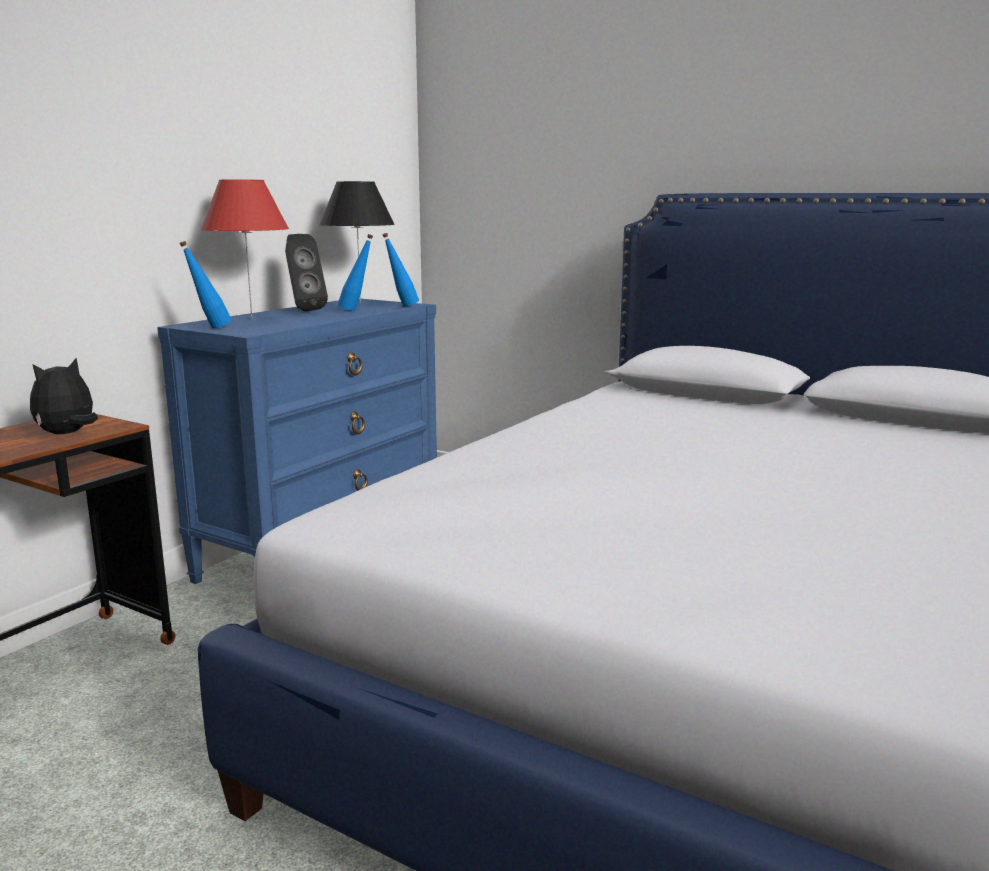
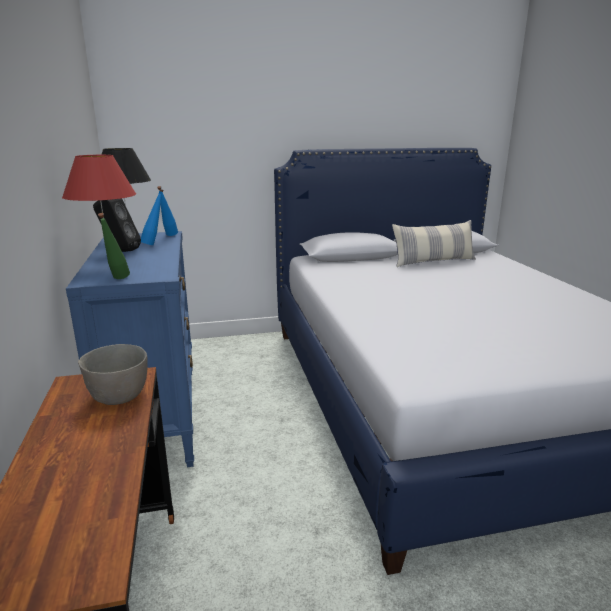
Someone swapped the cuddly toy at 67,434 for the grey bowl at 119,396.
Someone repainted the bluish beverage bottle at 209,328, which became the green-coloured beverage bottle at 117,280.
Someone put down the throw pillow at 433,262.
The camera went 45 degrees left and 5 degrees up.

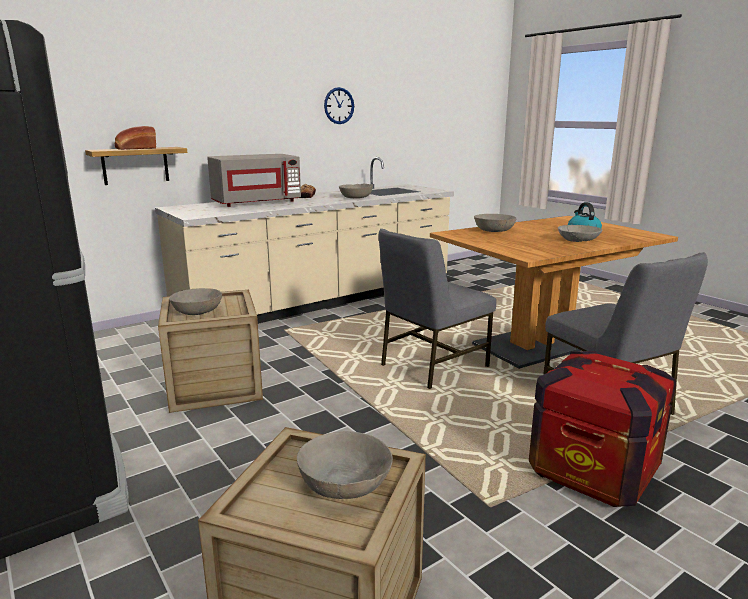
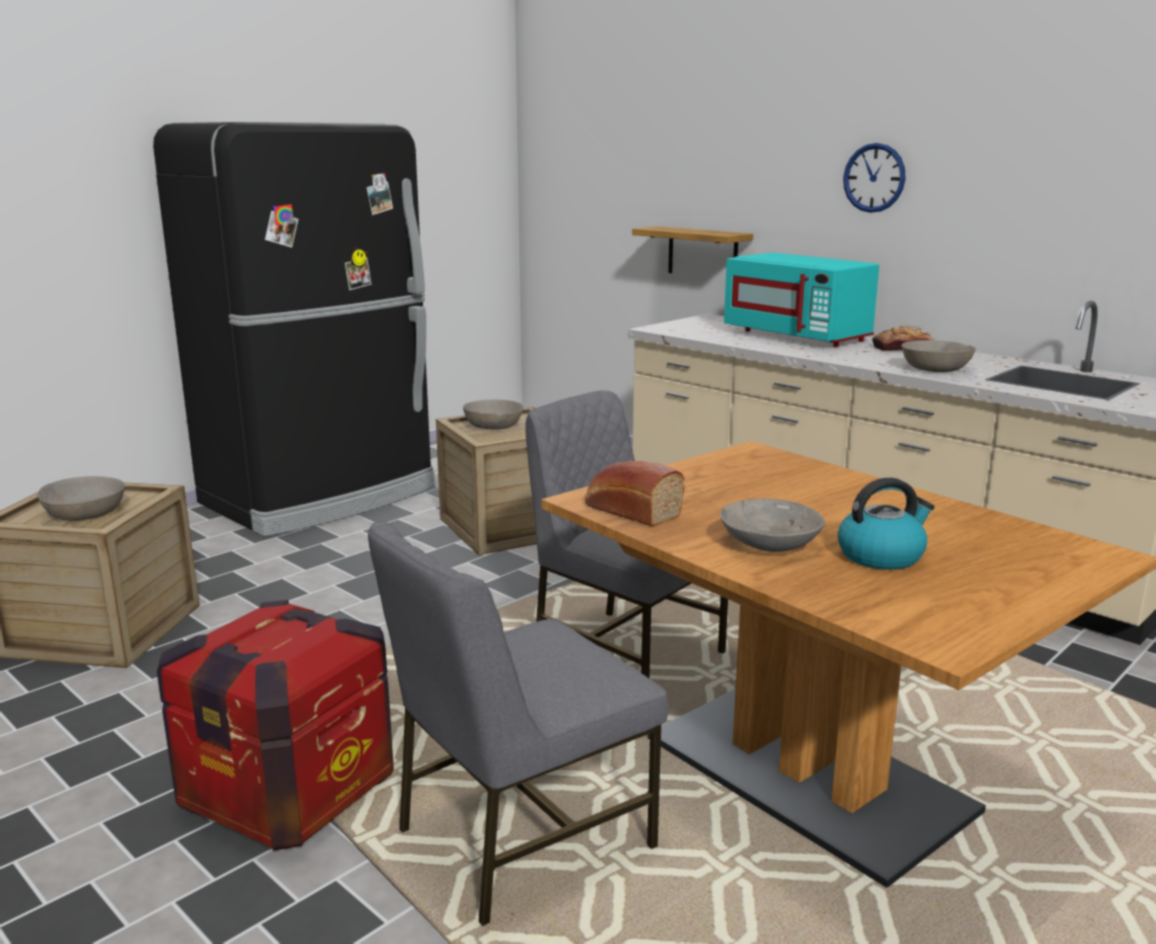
Someone carried the bread from 135,148 to 630,511.
Someone repainted the grey microwave at 256,202, which became the turquoise-coloured microwave at 797,336.
Someone carried the clock on the wall from 339,106 to 874,178.
Someone took away the grey bowl at 494,230.
The camera went 80 degrees right and 0 degrees up.

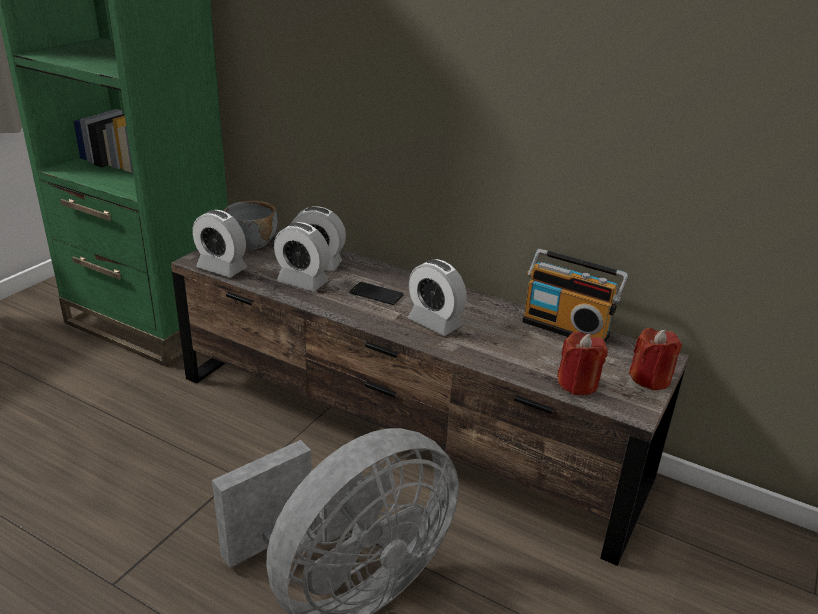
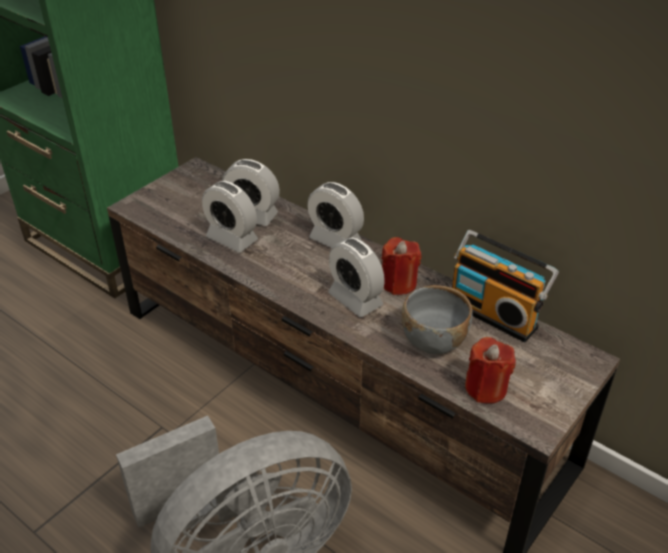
Someone carried the bedside clock from 221,268 to 335,240.
Someone carried the grey bowl from 252,243 to 434,340.
Someone took away the phone at 376,294.
Someone carried the reddish candle from 650,379 to 398,283.
The camera went 10 degrees right and 10 degrees up.

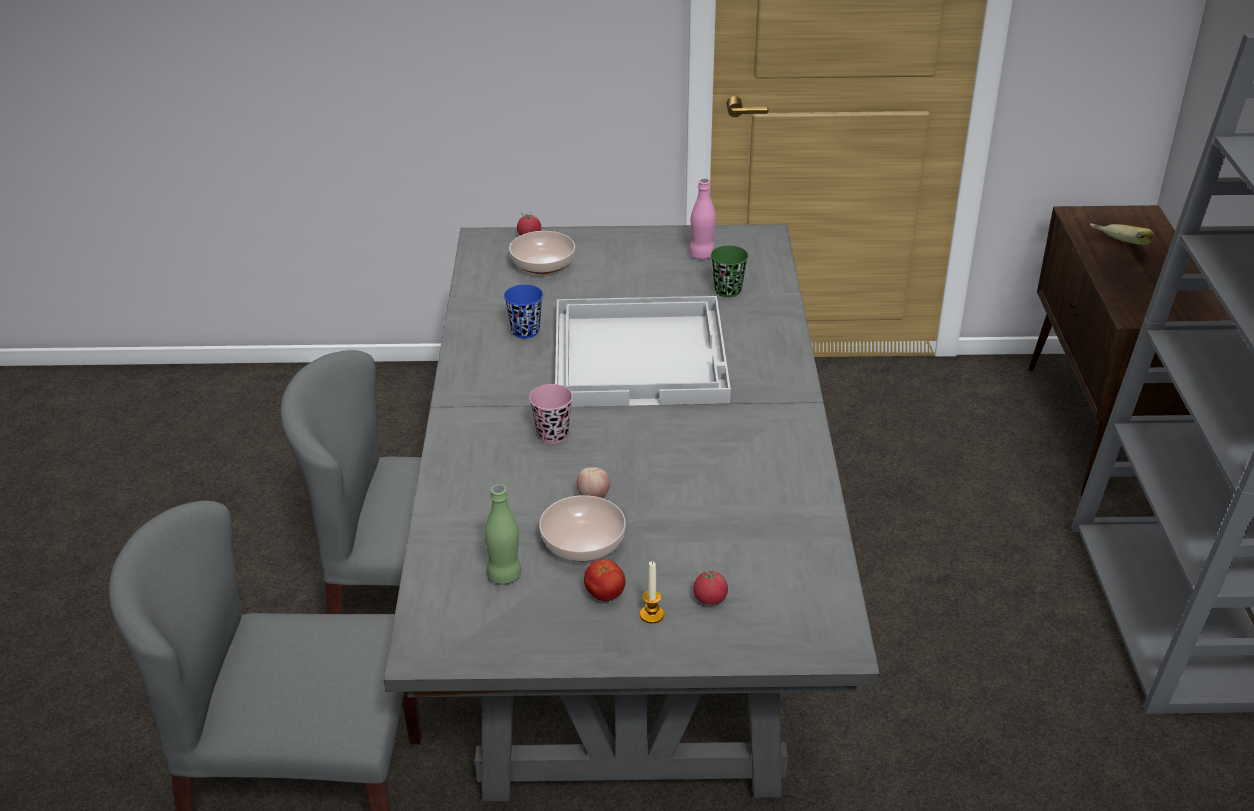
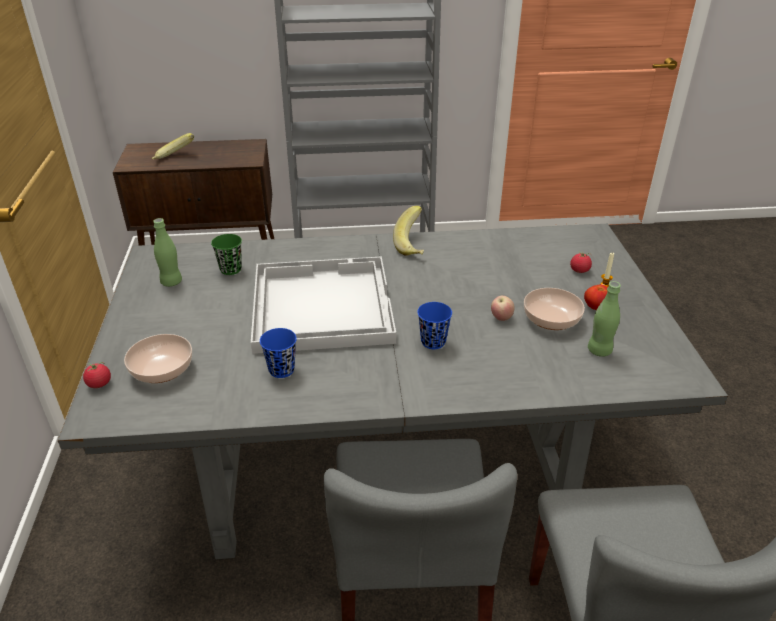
Someone repainted the pink-coloured small cup at 552,435, which became the bluish small cup at 433,342.
Someone repainted the pink-coloured beverage bottle at 701,255, which became the green-coloured beverage bottle at 171,282.
Someone put down the banana at 414,245.
The camera went 95 degrees left and 0 degrees up.

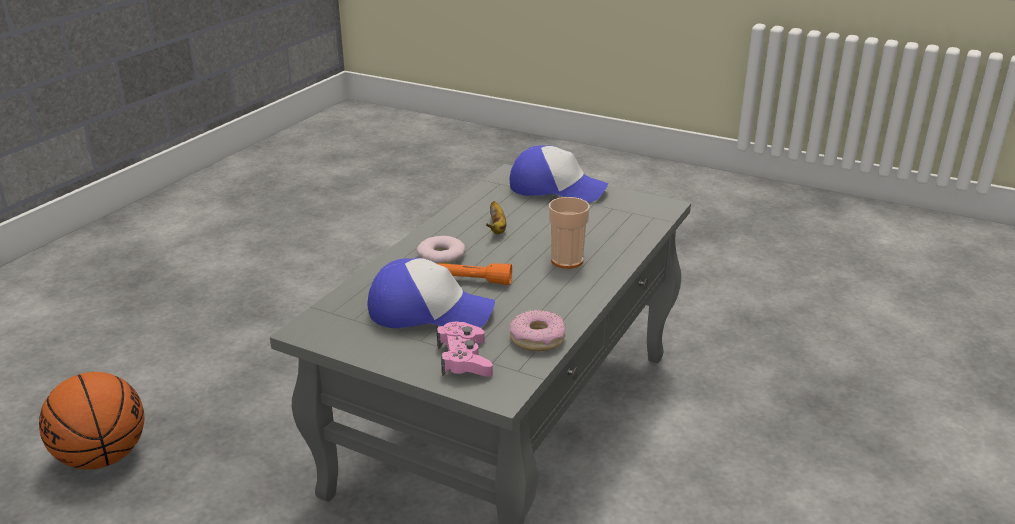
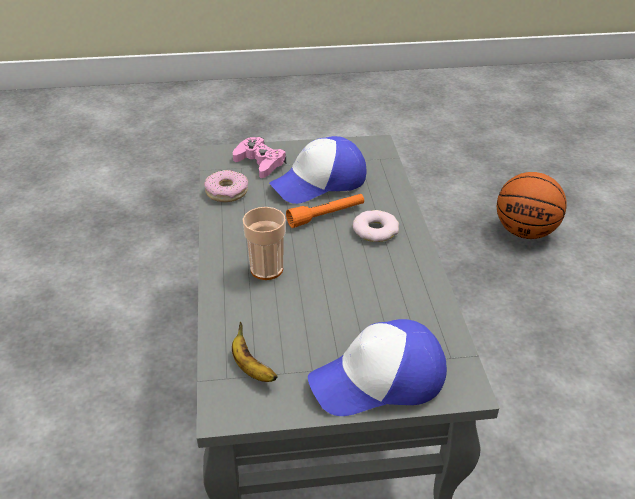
Someone carried the banana from 497,228 to 251,368.
The camera went 145 degrees right and 10 degrees up.

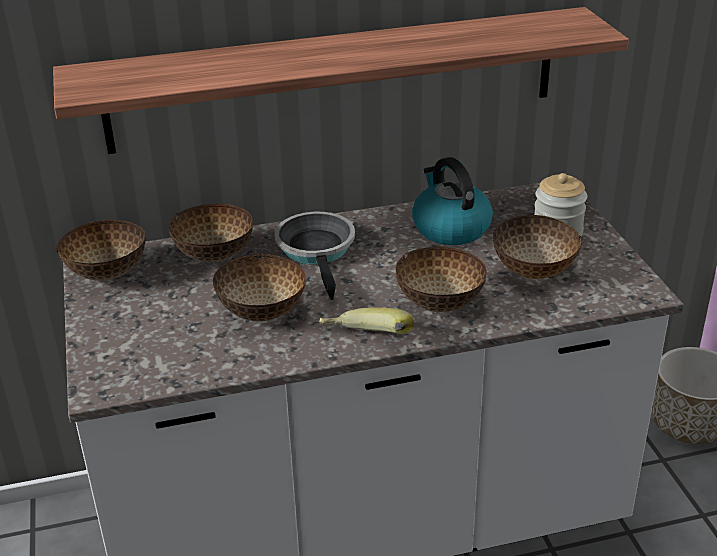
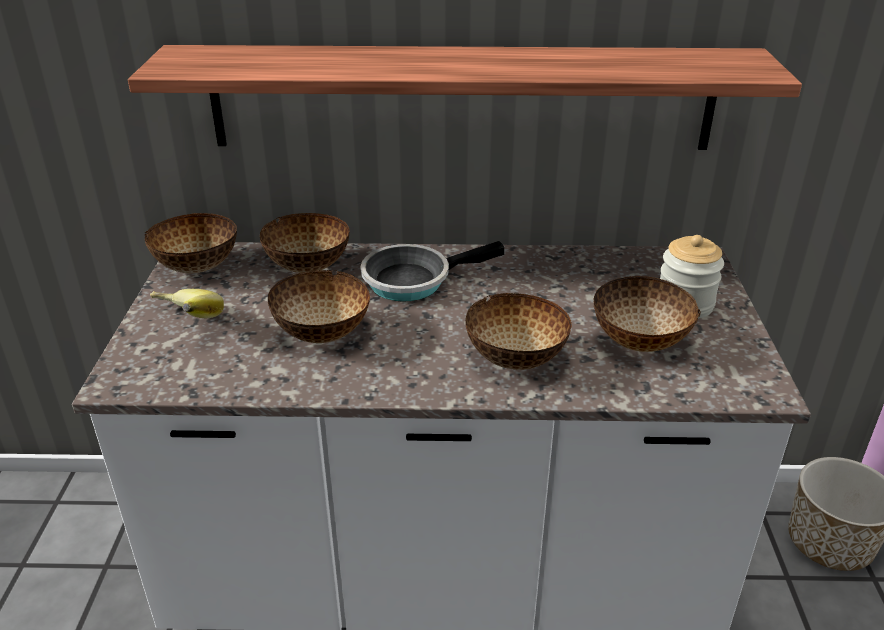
Someone rotated the pan at 317,251 by 120 degrees counterclockwise.
Someone carried the banana from 366,344 to 185,324.
Someone took away the tea kettle at 450,228.
The camera went 15 degrees right and 0 degrees up.

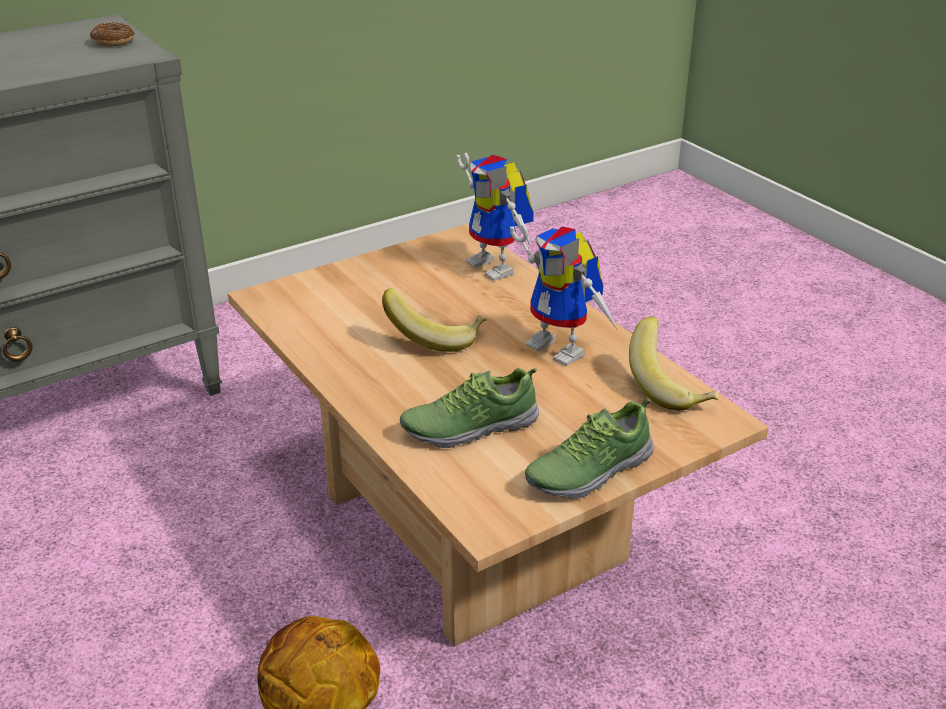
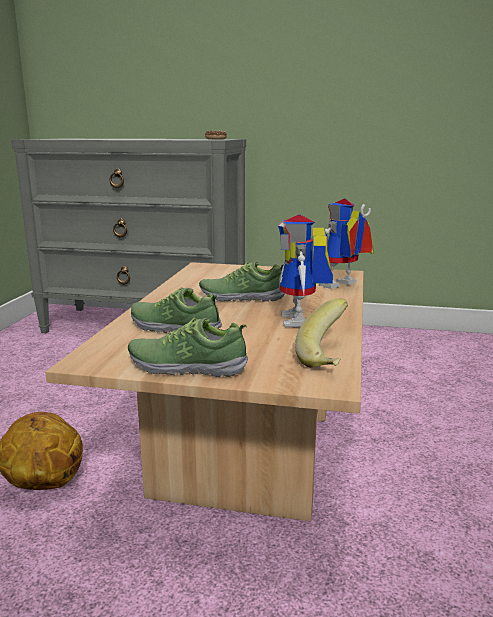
Someone swapped the banana at 436,337 for the shoe at 242,297.
Someone rotated the model robot at 499,267 by 45 degrees clockwise.
The camera went 45 degrees right and 15 degrees down.

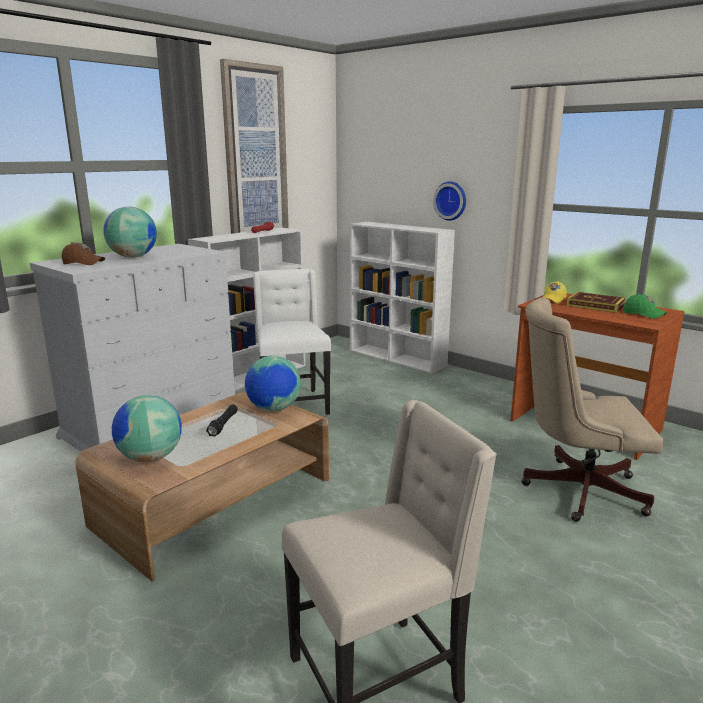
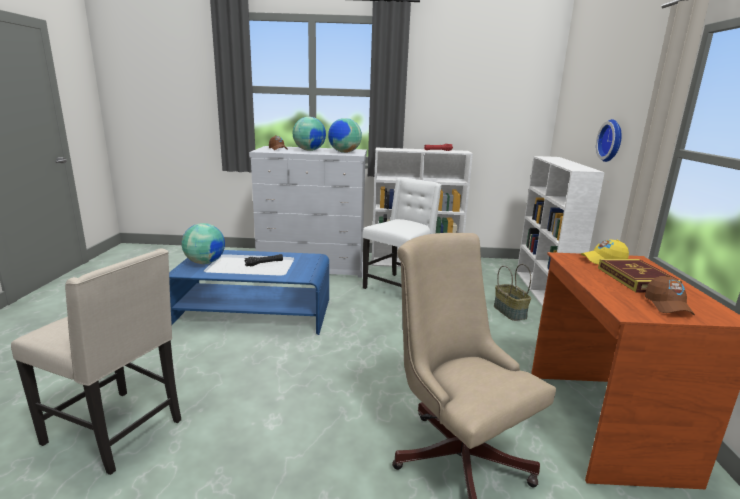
Someone repainted the brown coffee table at 215,501, which became the bluish coffee table at 253,312.
Someone took away the wall art at 255,154.
Someone carried the world globe from 273,409 to 344,152.
Someone repainted the green-coloured cap at 644,314, which became the brown cap at 667,306.
Someone put down the household basket at 510,312.
The camera went 50 degrees right and 0 degrees up.

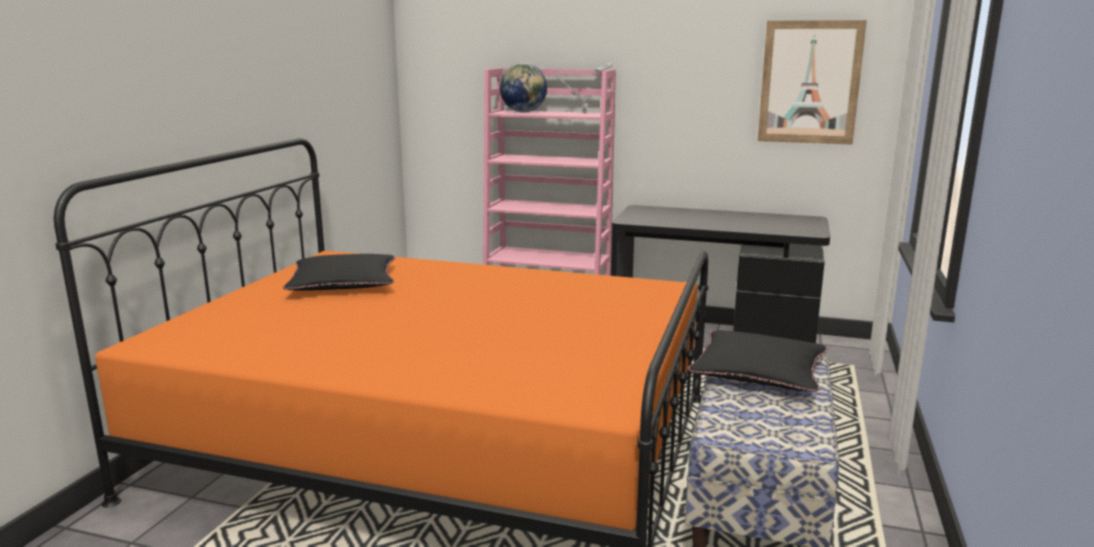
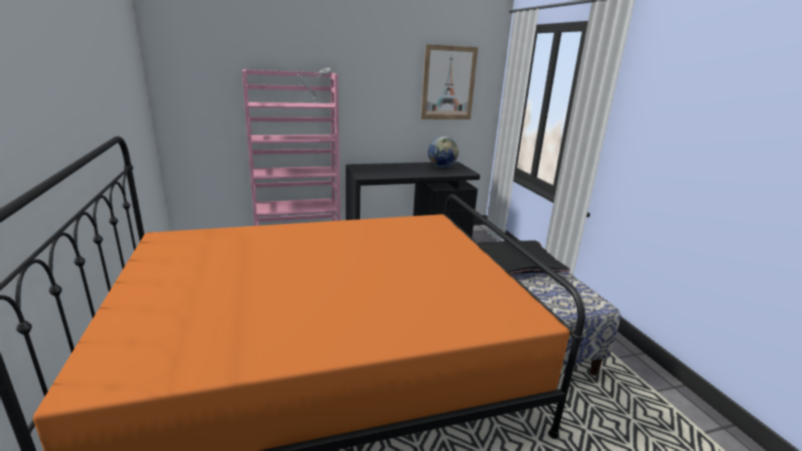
Someone took away the black-coloured throw pillow at 343,283.
Someone carried the world globe from 523,112 to 441,167.
The camera went 35 degrees left and 5 degrees up.

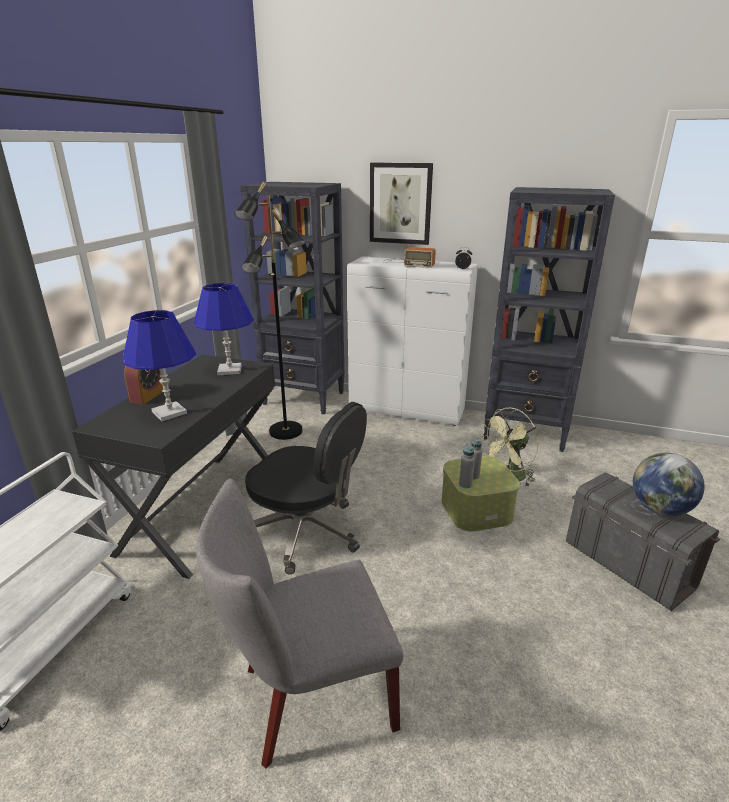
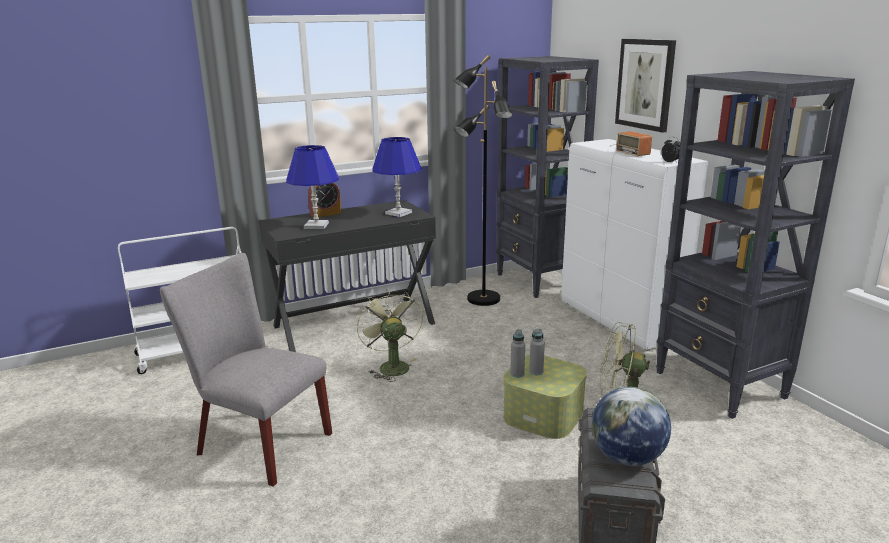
Someone swapped the black-coloured desk chair at 306,532 for the green-coloured electric fan at 391,366.
The camera went 45 degrees right and 5 degrees down.

